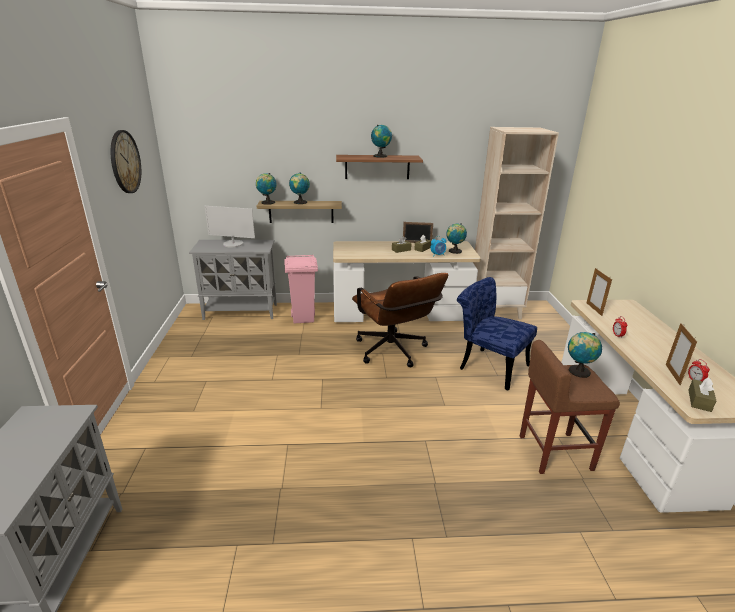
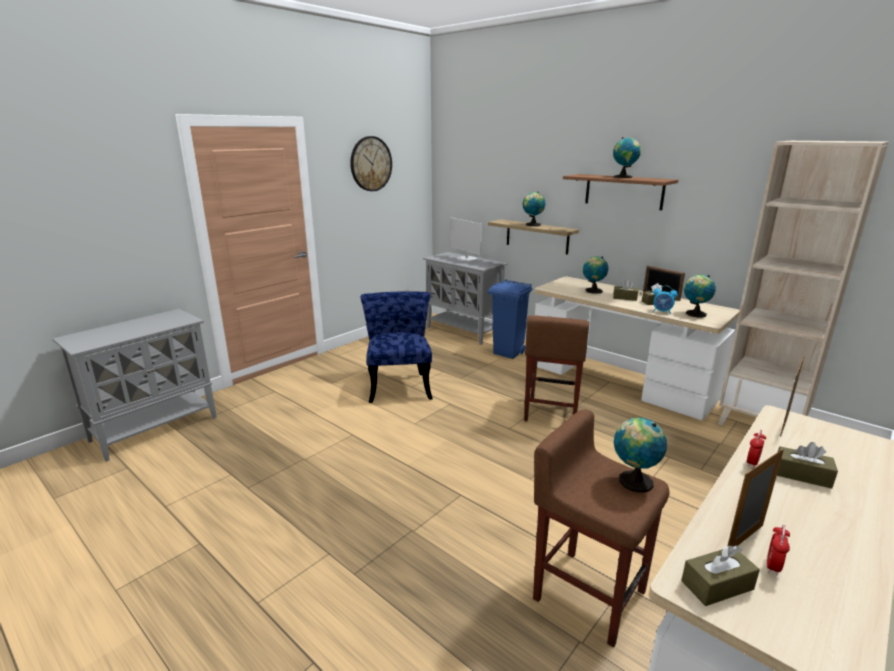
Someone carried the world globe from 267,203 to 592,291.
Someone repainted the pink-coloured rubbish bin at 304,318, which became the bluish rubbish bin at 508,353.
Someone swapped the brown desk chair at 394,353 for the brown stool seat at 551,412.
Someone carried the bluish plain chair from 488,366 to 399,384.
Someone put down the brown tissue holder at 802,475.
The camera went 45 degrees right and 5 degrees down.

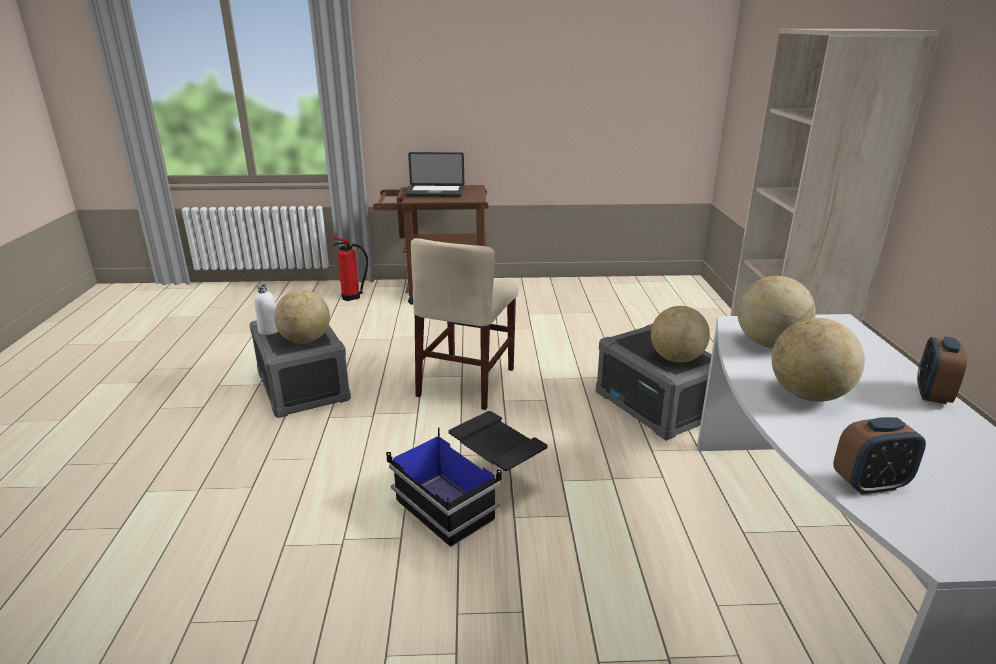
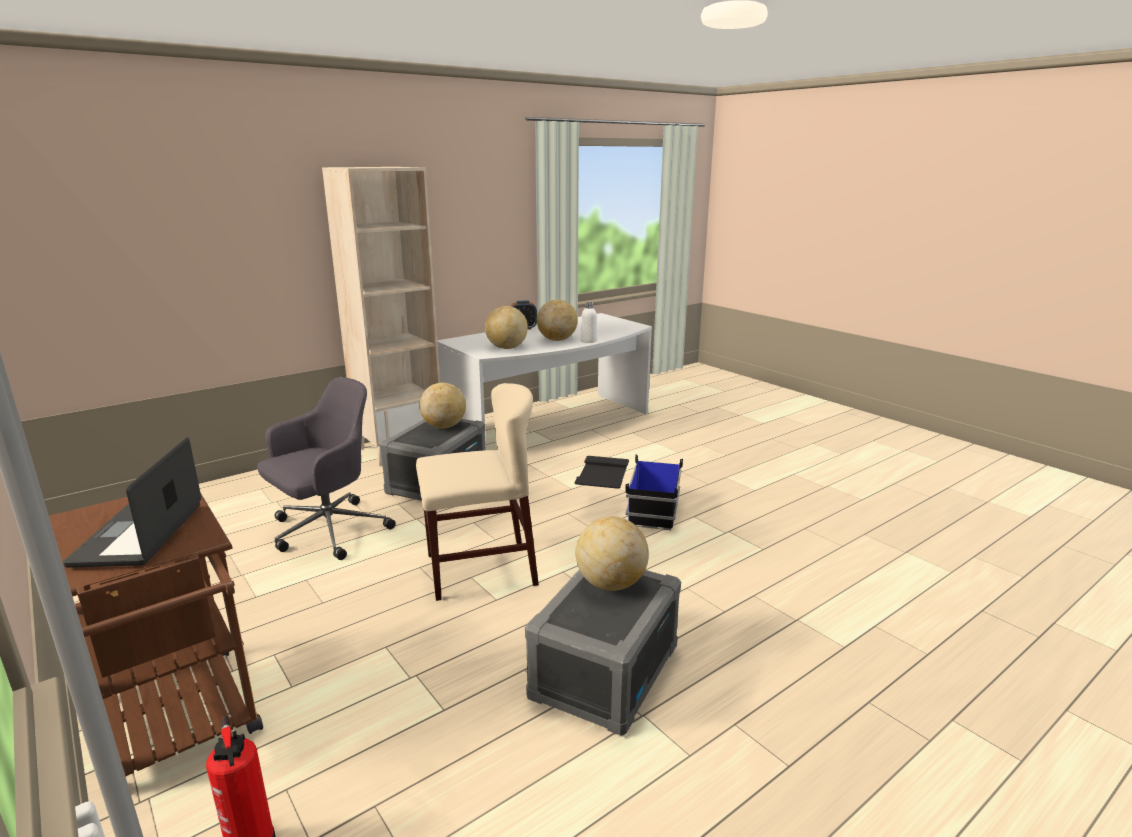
Someone carried the white beverage bottle from 269,330 to 588,341.
Someone rotated the notebook computer at 435,192 by 150 degrees counterclockwise.
Someone took away the bedside clock at 869,484.
Someone put down the grey desk chair at 327,531.
The camera went 125 degrees left and 5 degrees down.

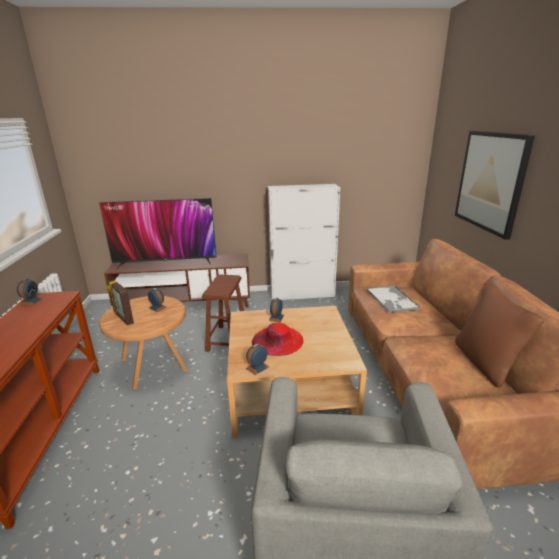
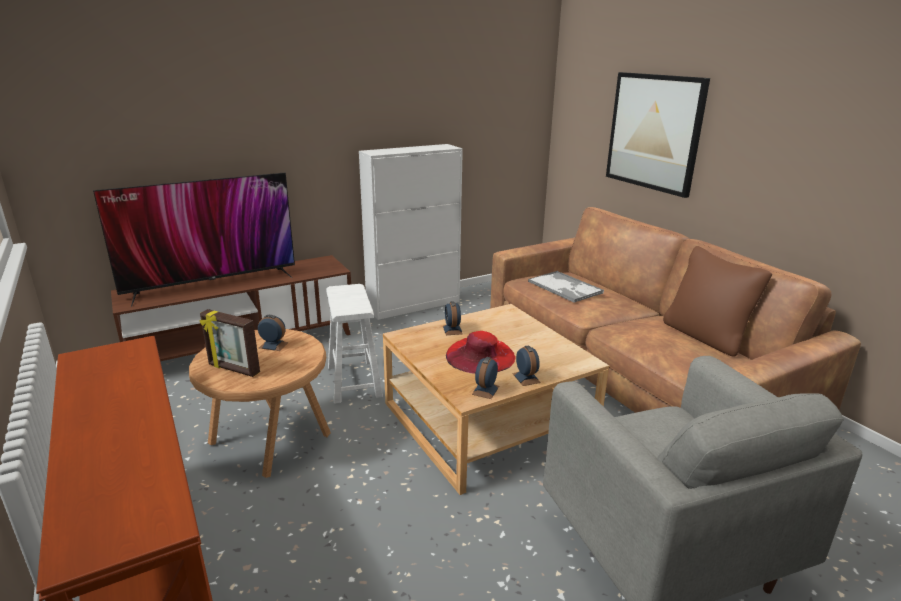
Someone carried the bedside clock from 31,301 to 526,378.
Someone repainted the brown stool seat at 227,339, which became the white stool seat at 354,381.
The camera went 25 degrees left and 0 degrees up.

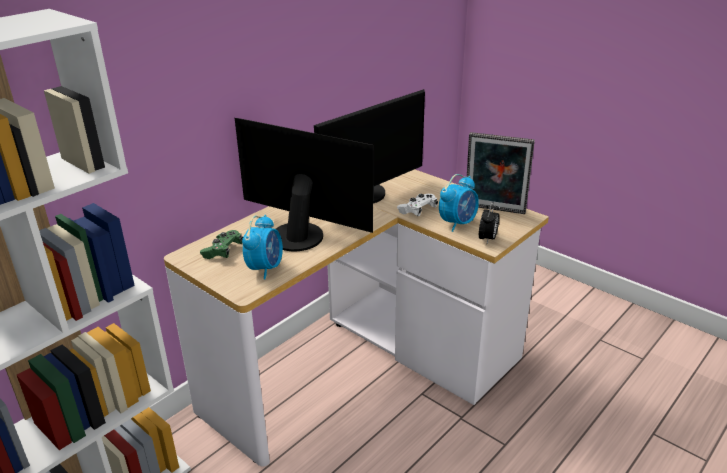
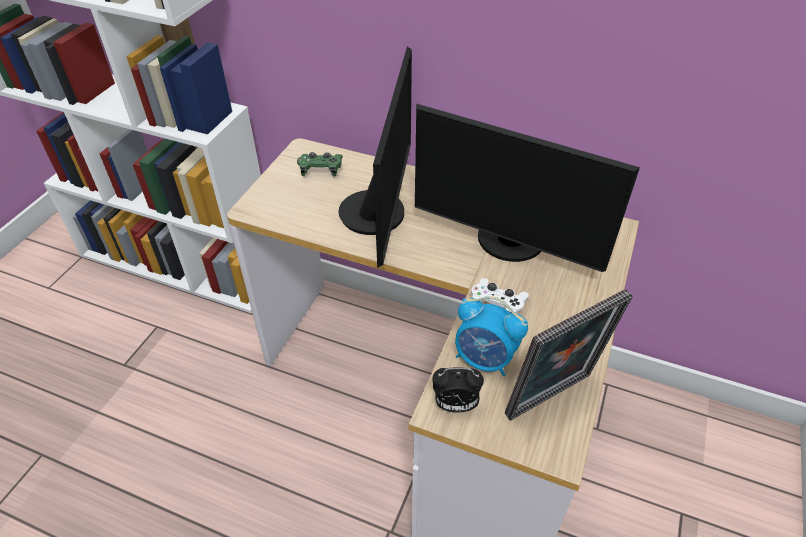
Someone took away the bedside clock at 265,268.
Someone rotated the photo frame at 494,210 by 120 degrees counterclockwise.
The camera went 70 degrees right and 15 degrees up.

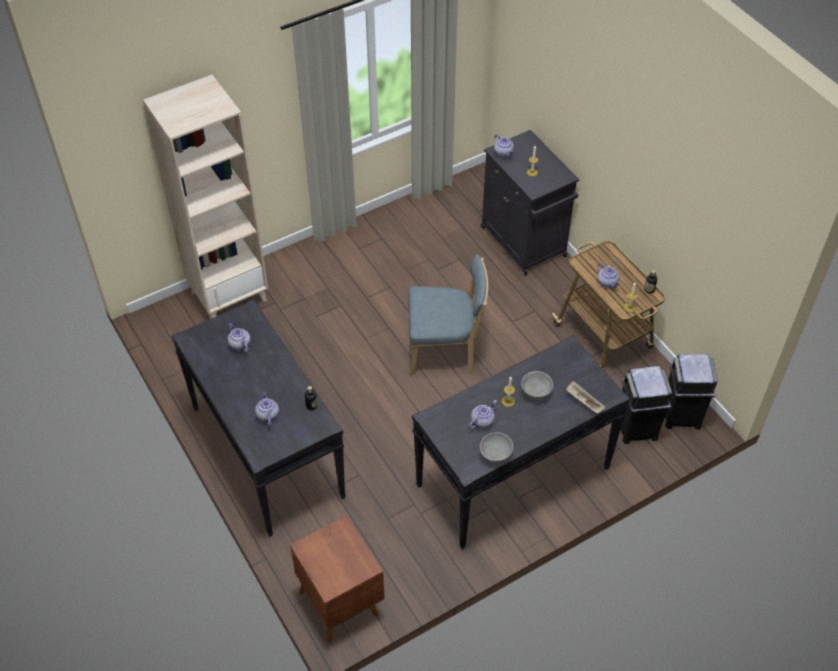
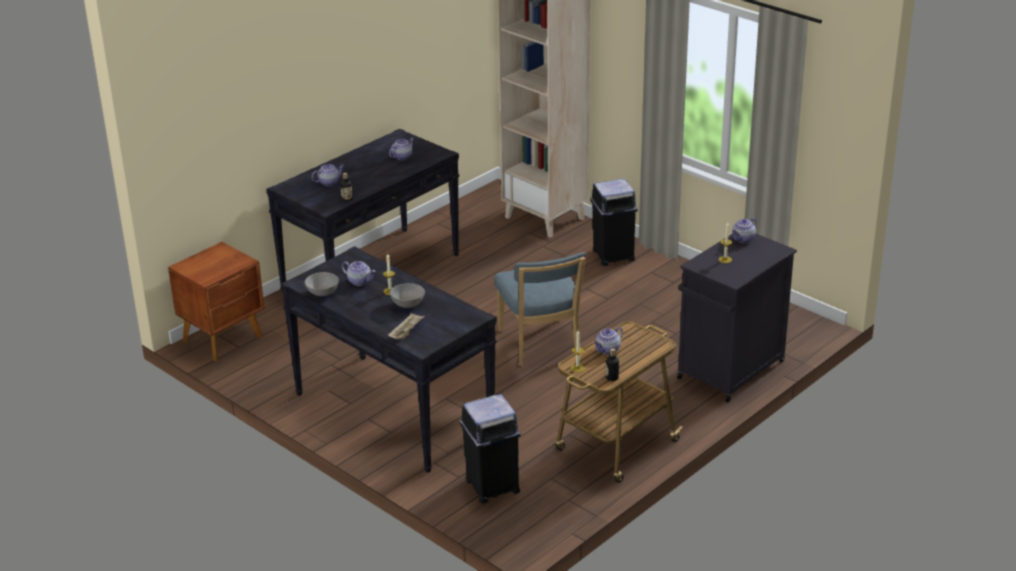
Someone carried the black-coloured rubbish bin from 681,415 to 612,255.
The camera went 75 degrees right and 20 degrees down.

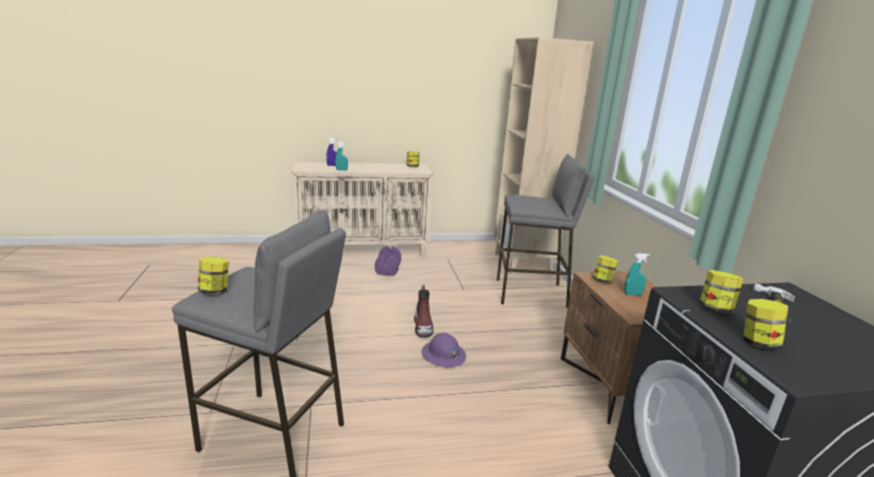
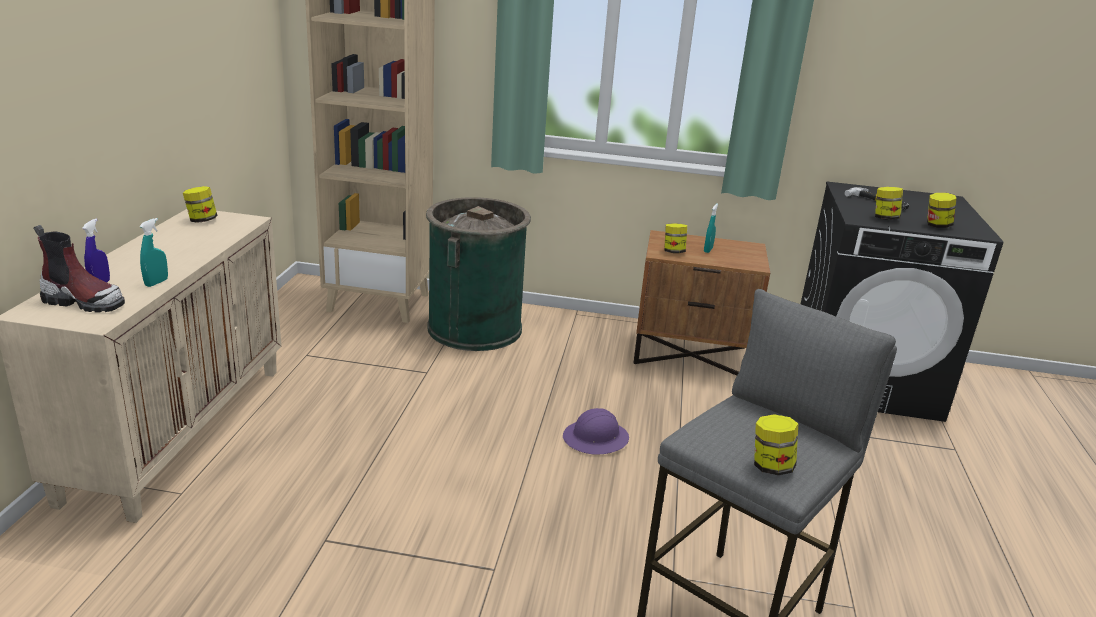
Someone took away the purple hand weight at 388,269.
Someone carried the high-top boot from 423,327 to 84,302.
Someone swapped the grey stool seat at 531,293 for the green-coloured rubbish bin at 475,328.
The camera went 70 degrees left and 5 degrees up.

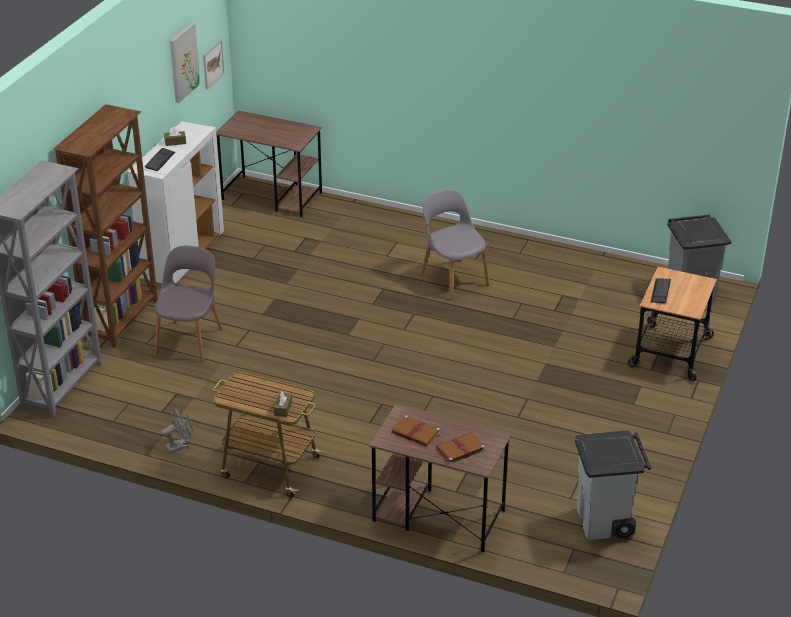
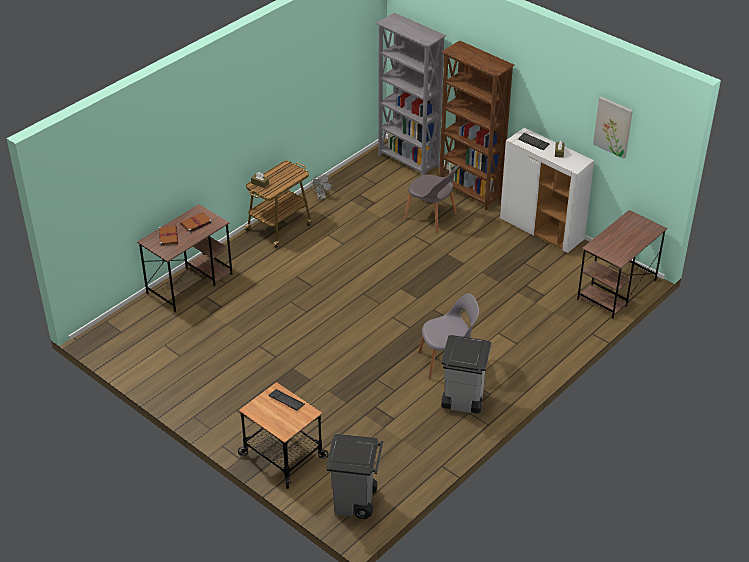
Someone took away the wall art at 213,64.
Someone carried the grey rubbish bin from 605,522 to 462,401.
The camera went 110 degrees right and 5 degrees up.

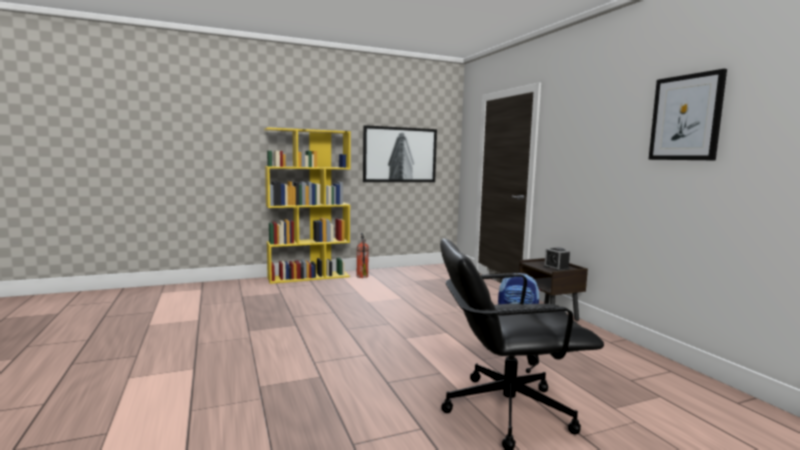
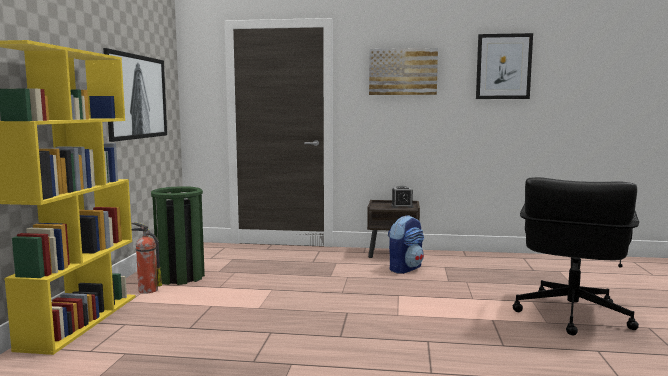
Someone put down the green-coloured rubbish bin at 180,277.
Someone put up the wall art at 403,72.
The camera went 60 degrees left and 0 degrees up.

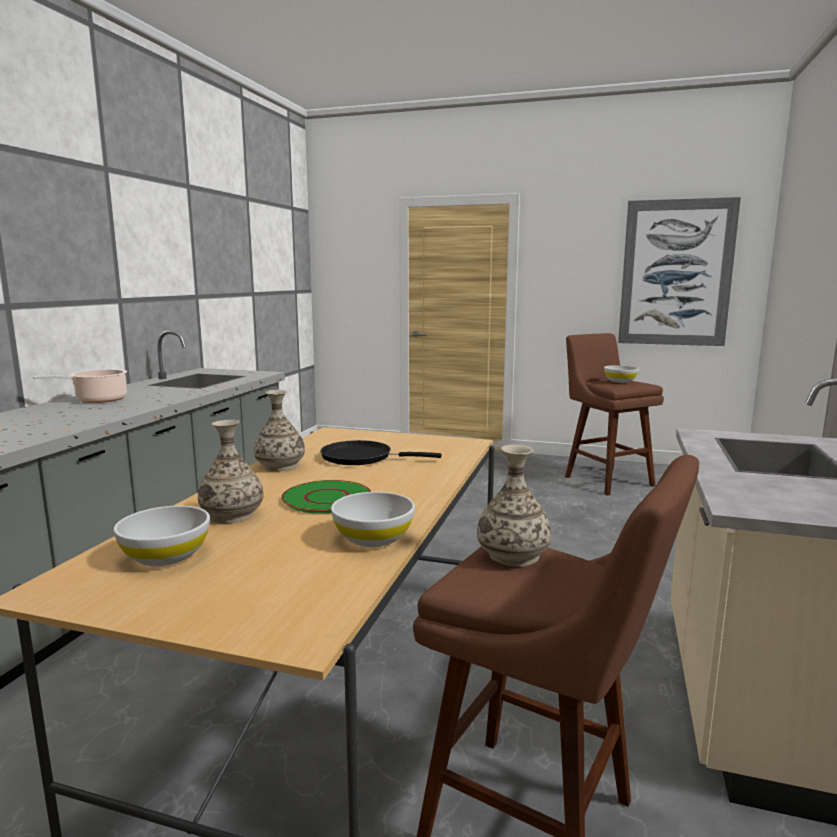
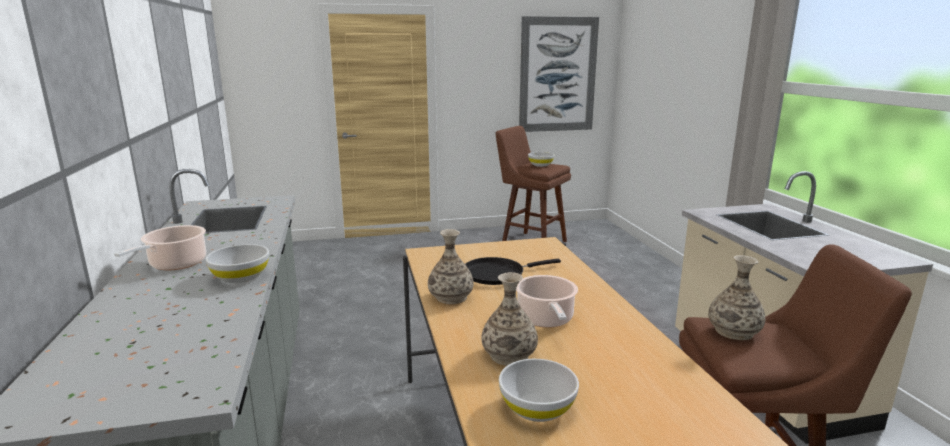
Someone swapped the green-coloured plate at 326,498 for the cooking pot at 546,319.
Someone carried the white bowl from 373,538 to 240,277.
The camera went 30 degrees left and 5 degrees up.

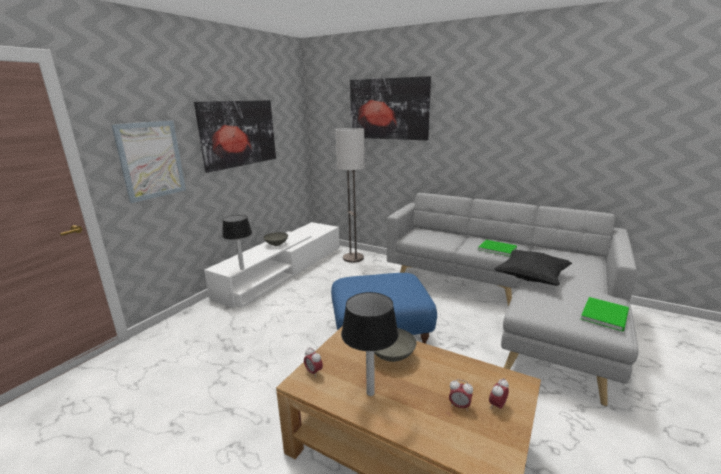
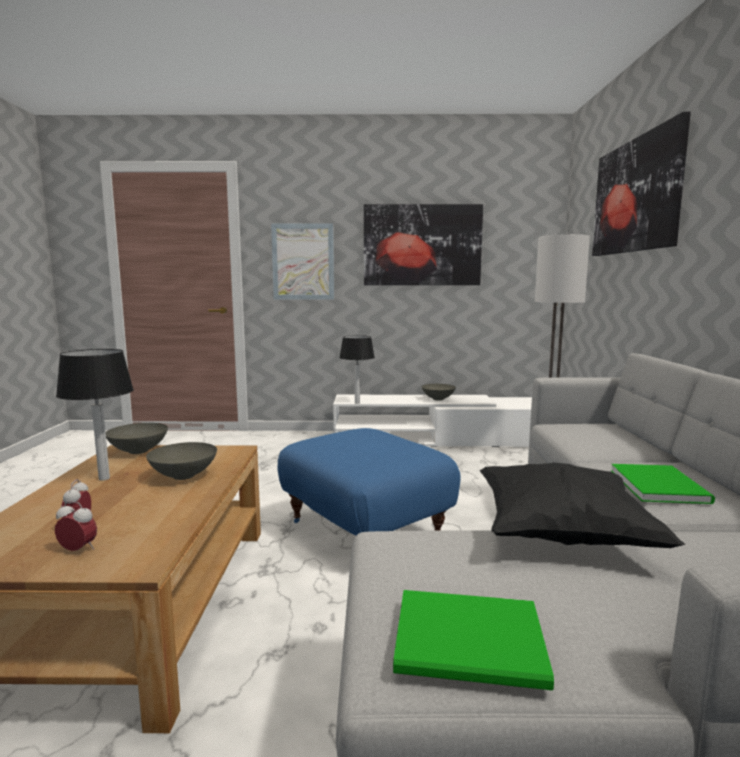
Someone swapped the bedside clock at 313,372 for the grey bowl at 138,451.
The camera went 60 degrees right and 10 degrees down.

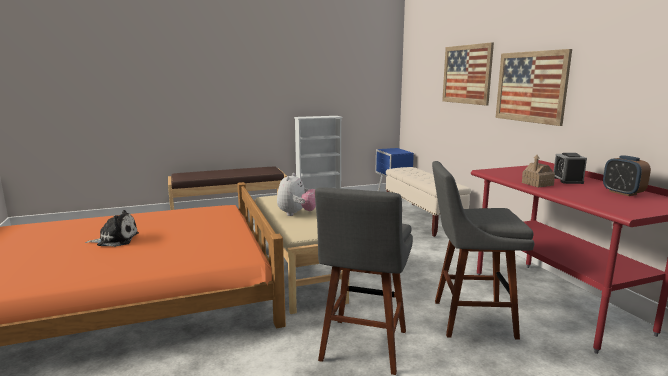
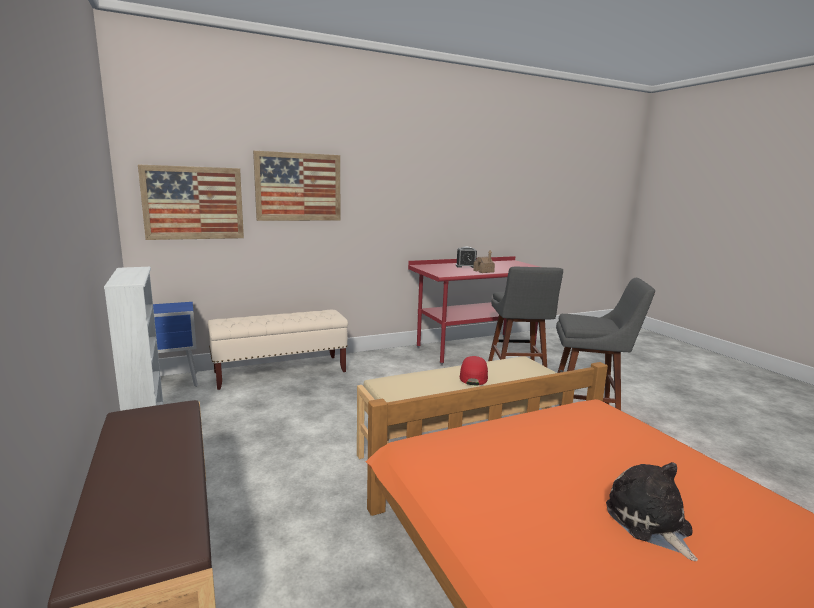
Someone swapped the cuddly toy at 297,214 for the reddish cap at 473,376.
Someone carried the wall art from 530,87 to 193,203.
Someone took away the bedside clock at 622,193.
The camera went 95 degrees left and 0 degrees up.

